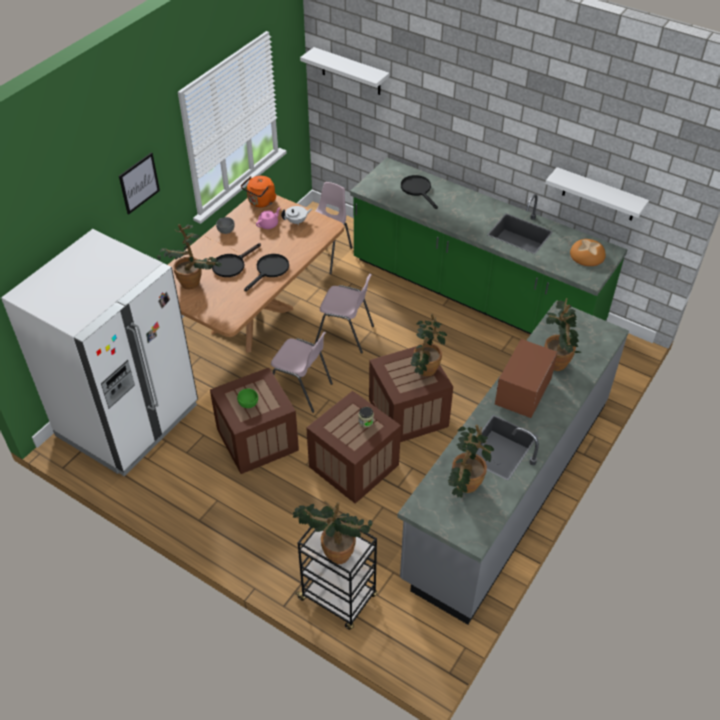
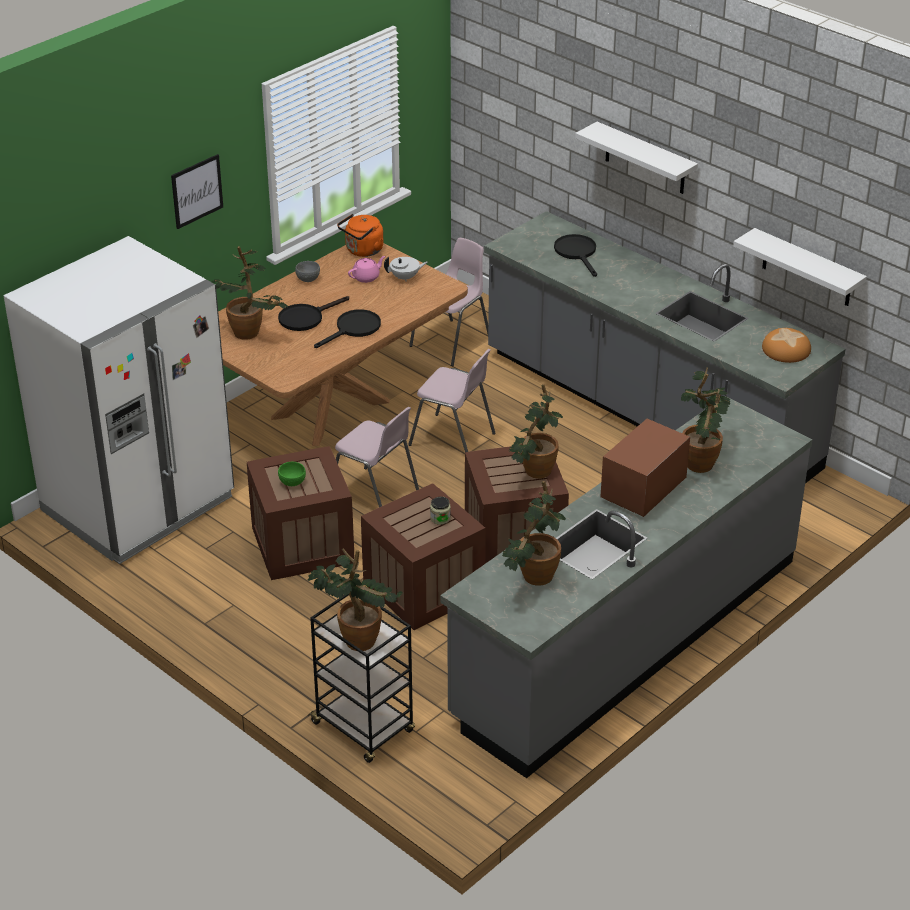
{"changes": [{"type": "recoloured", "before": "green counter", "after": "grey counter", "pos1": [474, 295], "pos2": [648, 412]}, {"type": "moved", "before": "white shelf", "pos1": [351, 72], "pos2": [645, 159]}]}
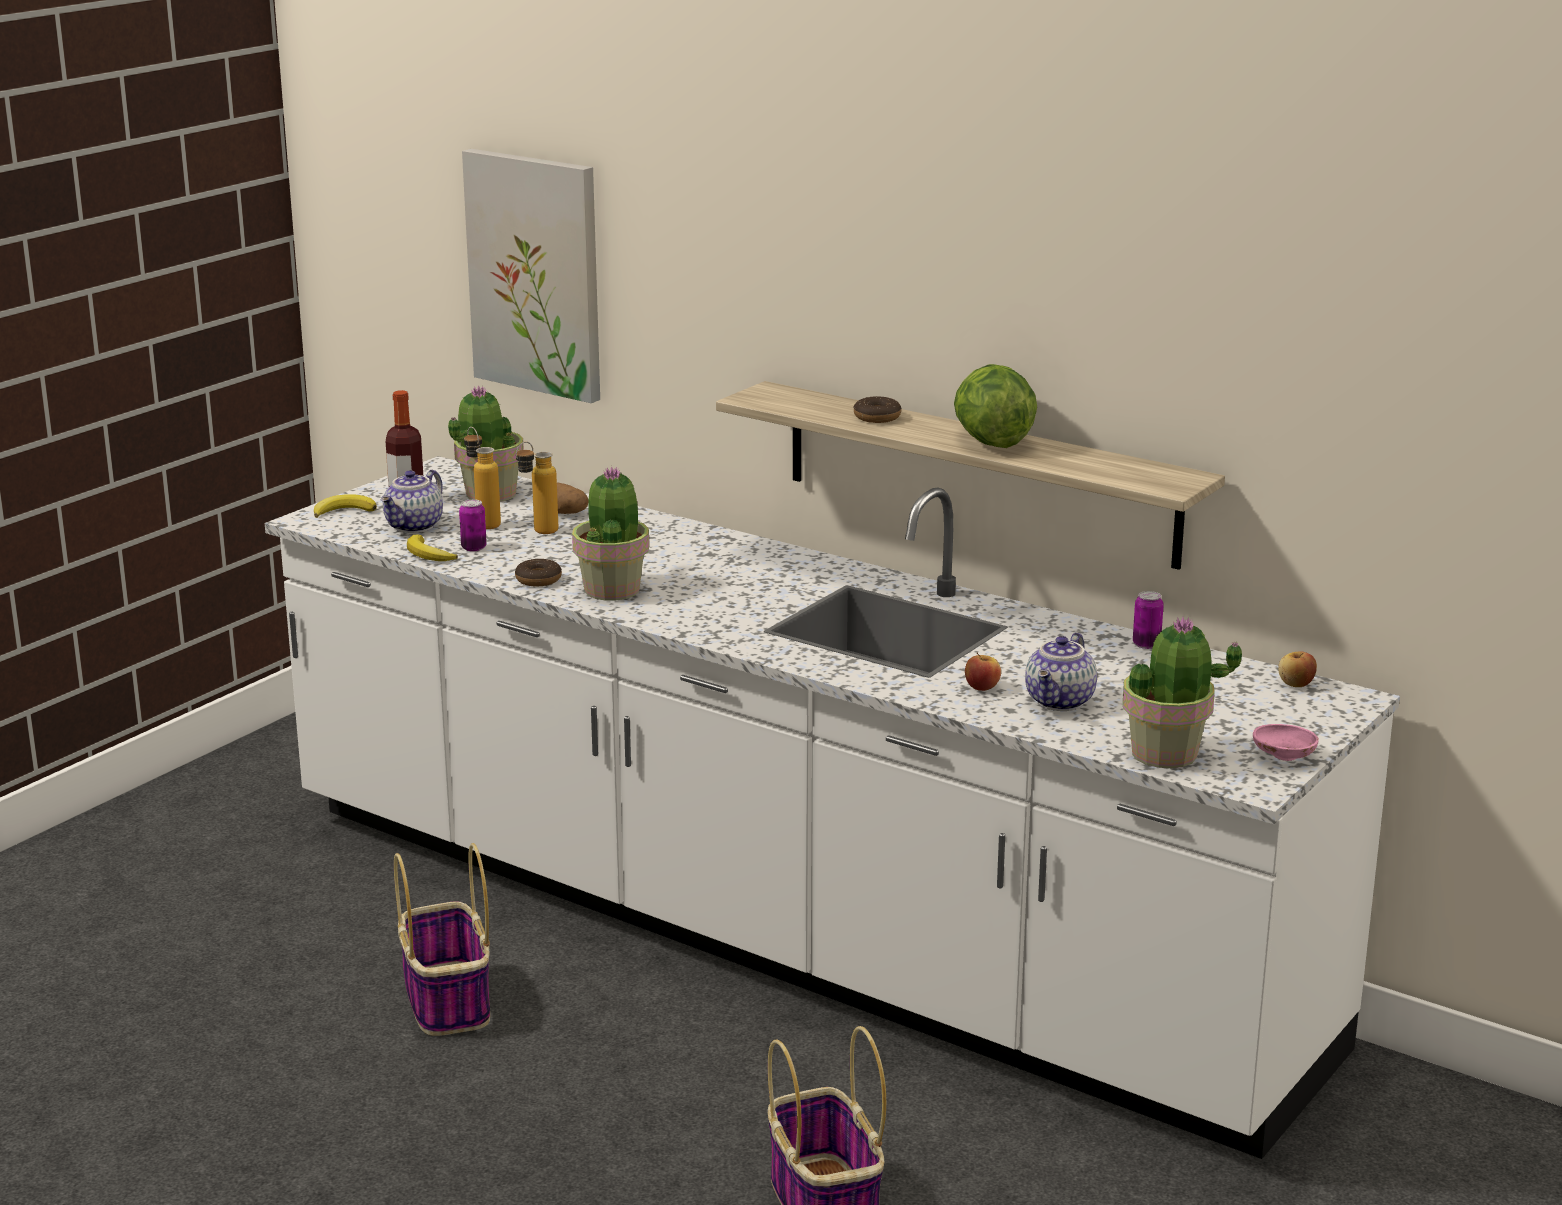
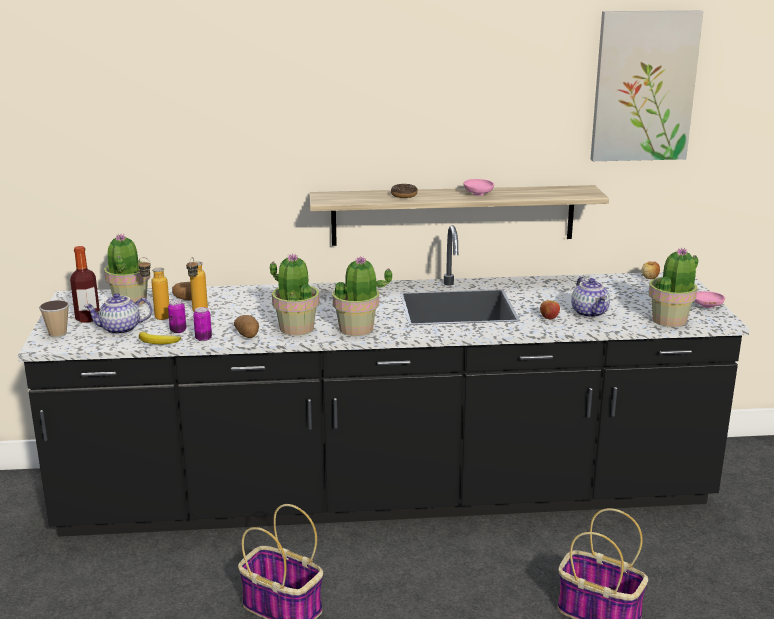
{"changes": [{"type": "recoloured", "before": "white counter", "after": "black counter", "pos1": [780, 929], "pos2": [387, 494]}, {"type": "replaced", "before": "banana", "after": "cup", "pos1": [344, 511], "pos2": [57, 334]}, {"type": "turned", "before": "teapot", "pos1": [415, 526], "pos2": [120, 330], "turn": 90}, {"type": "moved", "before": "can", "pos1": [1146, 644], "pos2": [203, 338]}, {"type": "replaced", "before": "donut", "after": "potato", "pos1": [538, 580], "pos2": [248, 335]}, {"type": "added", "after": "potted plant", "pos2": [357, 329]}, {"type": "replaced", "before": "lettuce", "after": "pink bowl", "pos1": [991, 442], "pos2": [478, 194]}, {"type": "moved", "before": "picture", "pos1": [536, 274], "pos2": [643, 86]}]}
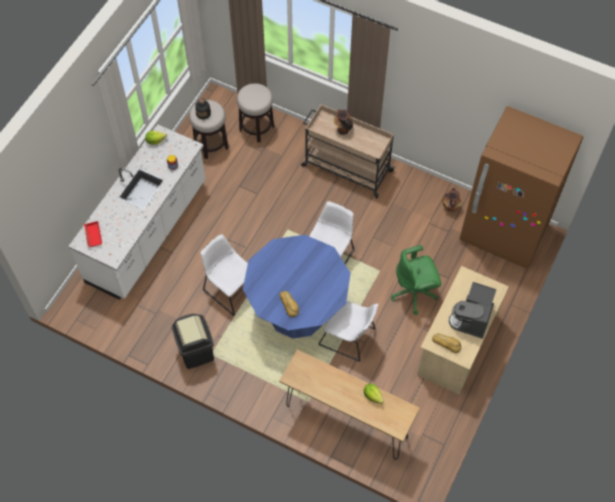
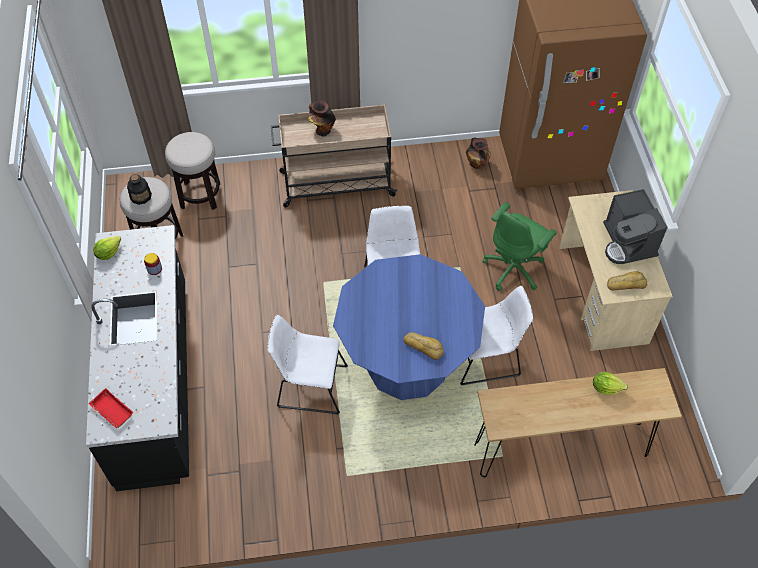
{"changes": [{"type": "recoloured", "before": "white counter", "after": "black counter", "pos1": [148, 232], "pos2": [156, 381]}, {"type": "removed", "before": "black trash can", "pos1": [195, 351]}]}
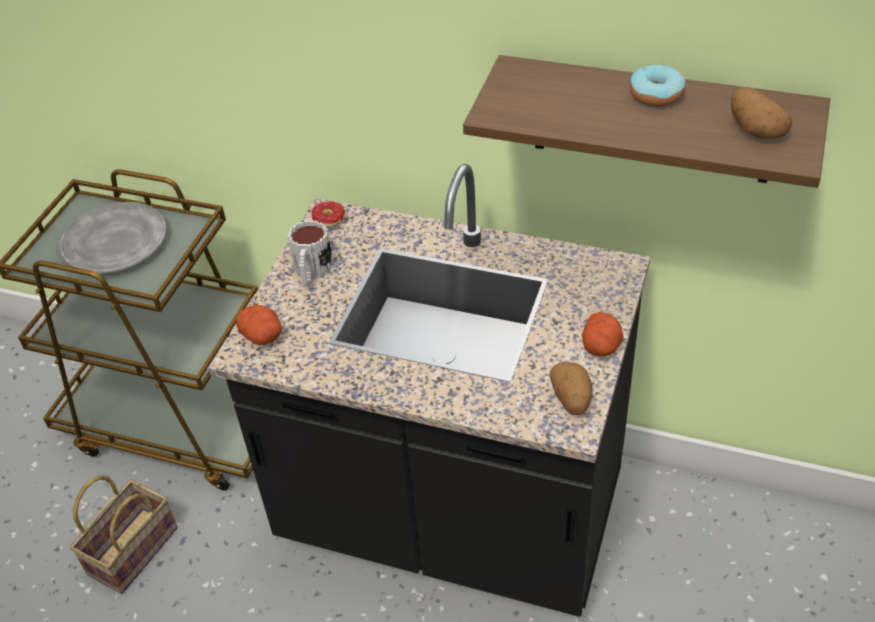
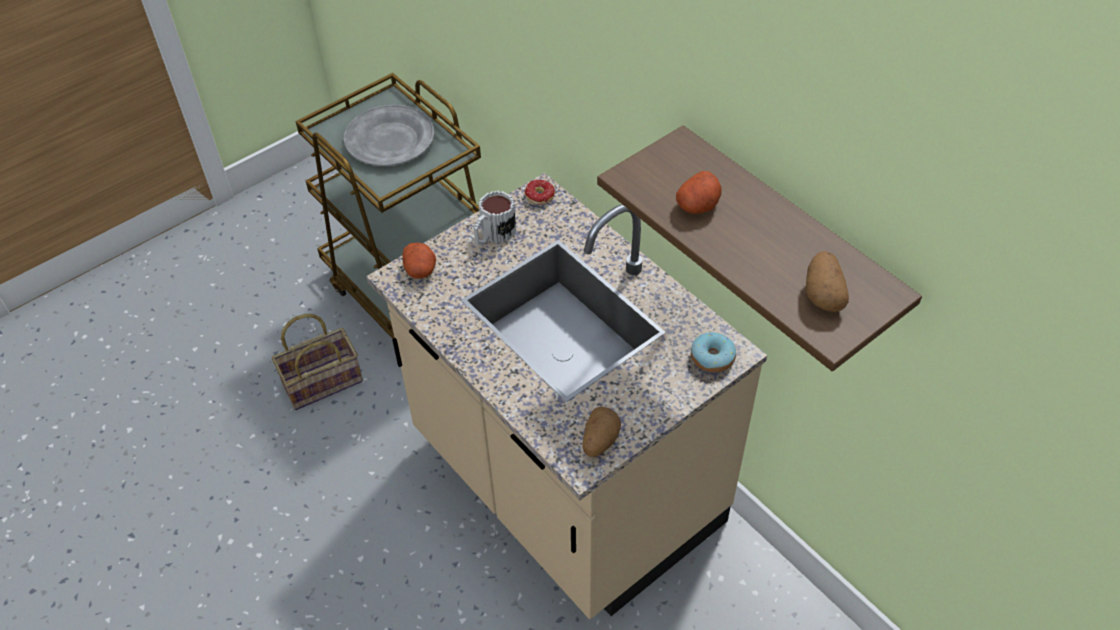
{"changes": [{"type": "recoloured", "before": "black counter", "after": "beige counter", "pos1": [452, 514], "pos2": [564, 483]}, {"type": "moved", "before": "potato", "pos1": [601, 346], "pos2": [698, 205]}, {"type": "moved", "before": "donut", "pos1": [656, 95], "pos2": [712, 358]}]}
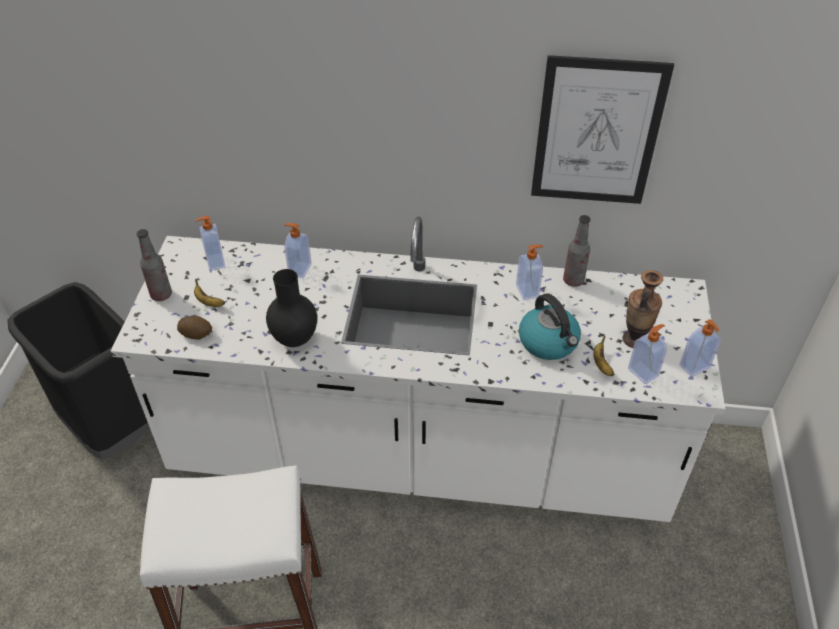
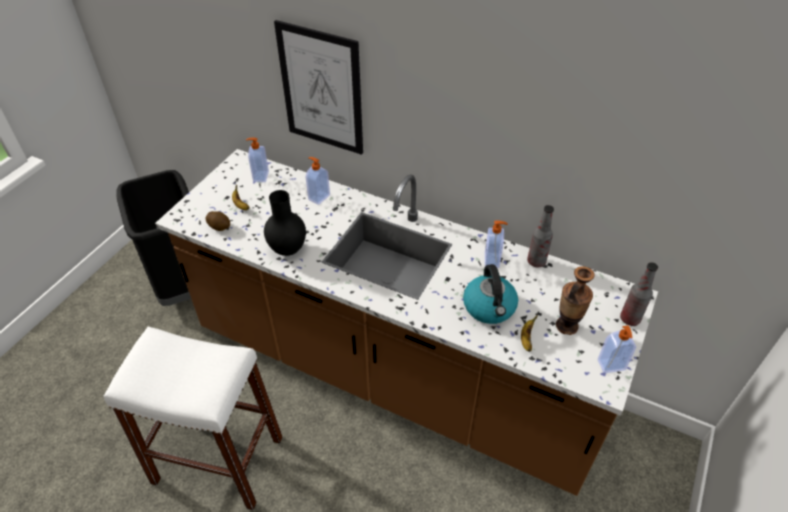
{"changes": [{"type": "recoloured", "before": "white counter", "after": "brown counter", "pos1": [419, 456], "pos2": [394, 374]}, {"type": "moved", "before": "picture", "pos1": [597, 133], "pos2": [321, 89]}, {"type": "moved", "before": "bottle", "pos1": [161, 295], "pos2": [630, 319]}, {"type": "removed", "before": "soap dispenser", "pos1": [643, 372]}]}
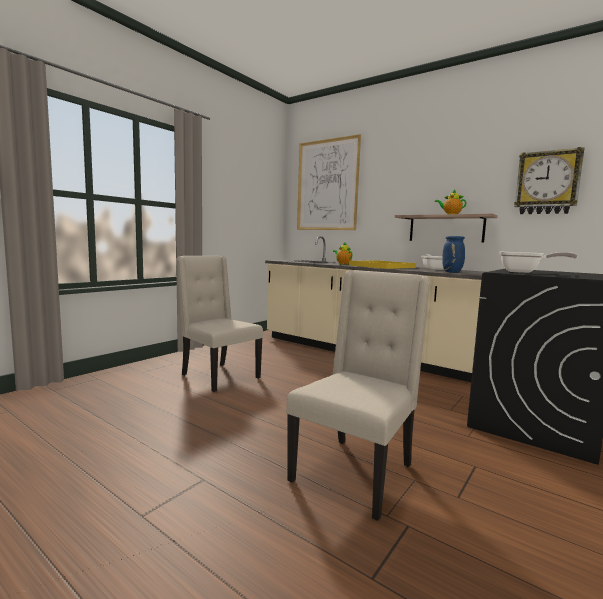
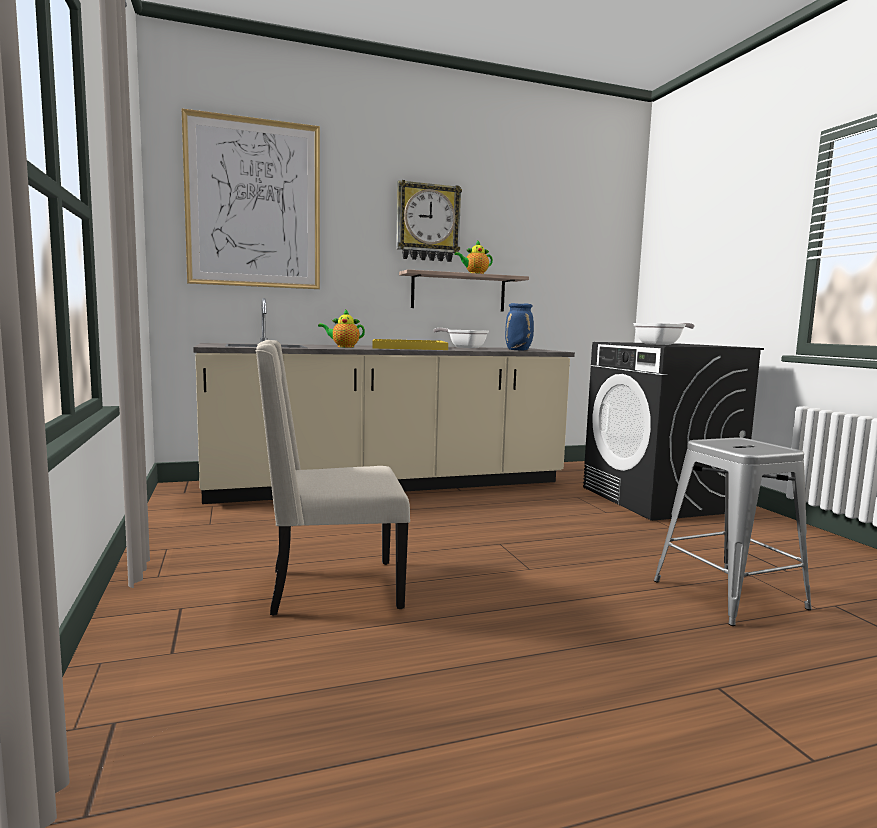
{"changes": [{"type": "moved", "before": "wall clock", "pos1": [547, 183], "pos2": [427, 223]}, {"type": "replaced", "before": "beige chair", "after": "grey stool", "pos1": [355, 472], "pos2": [729, 595]}]}
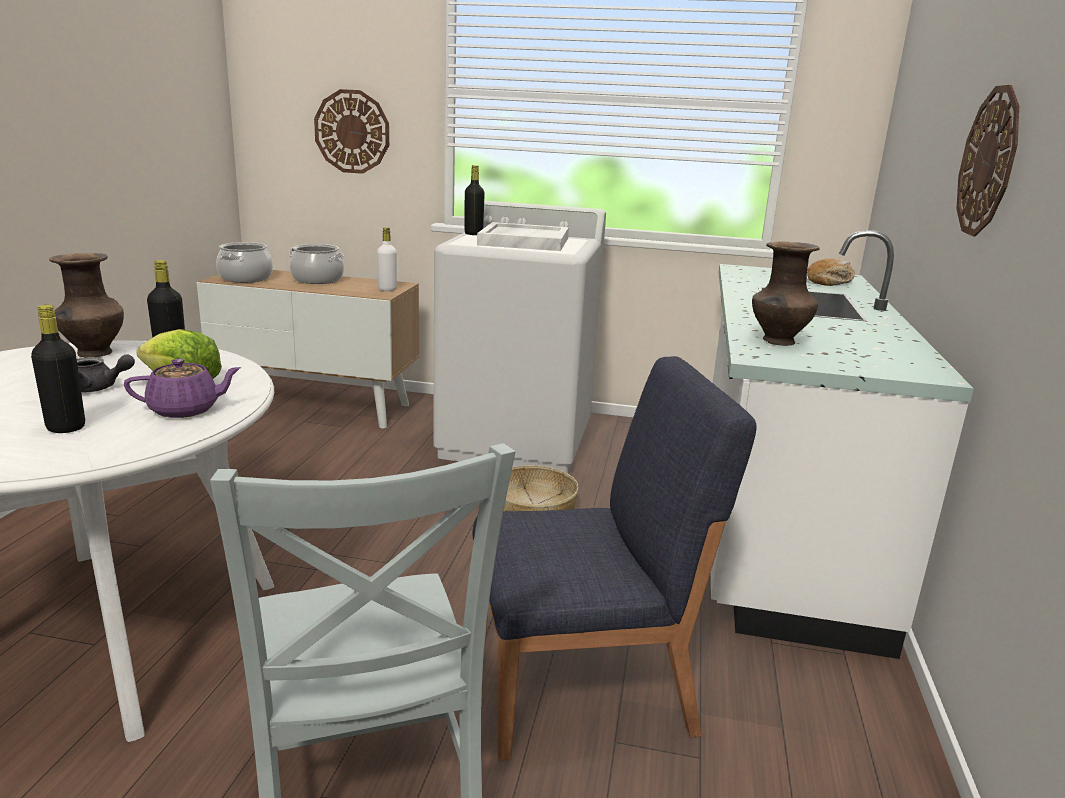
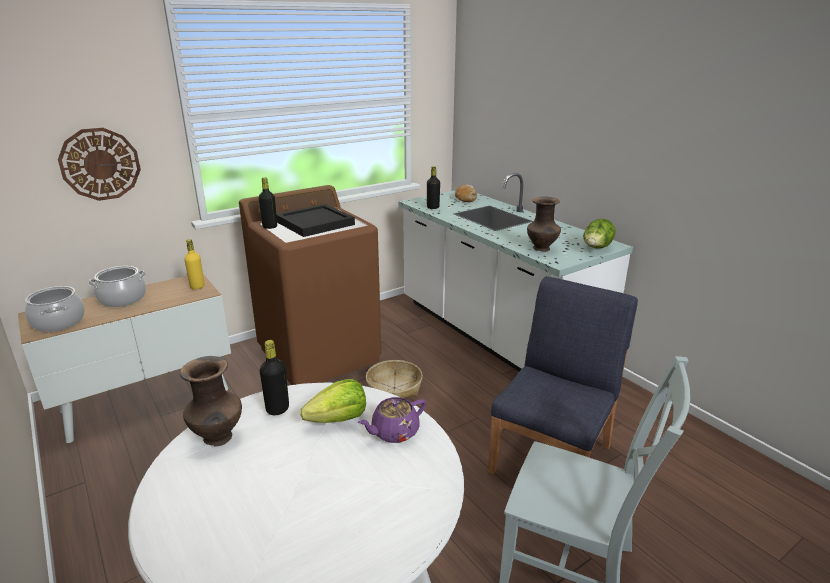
{"changes": [{"type": "recoloured", "before": "white bottle", "after": "yellow bottle", "pos1": [387, 289], "pos2": [197, 287]}, {"type": "recoloured", "before": "white washing machine", "after": "brown washing machine", "pos1": [517, 440], "pos2": [320, 354]}, {"type": "recoloured", "before": "white tray", "after": "black tray", "pos1": [523, 241], "pos2": [314, 223]}, {"type": "turned", "before": "purple teapot", "pos1": [186, 410], "pos2": [394, 432], "turn": -150}, {"type": "moved", "before": "black bottle", "pos1": [66, 427], "pos2": [433, 207]}, {"type": "added", "after": "lettuce", "pos2": [596, 249]}, {"type": "removed", "before": "grey teapot", "pos1": [97, 388]}, {"type": "removed", "before": "wall clock", "pos1": [989, 162]}]}
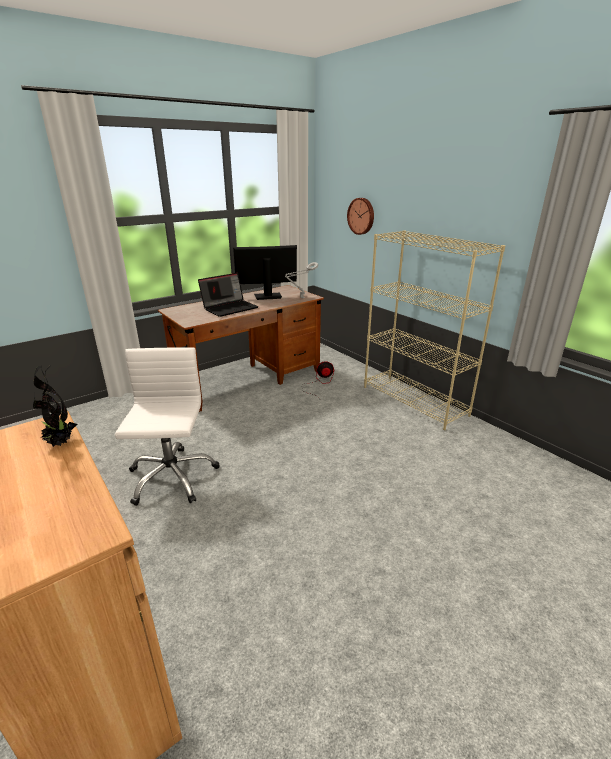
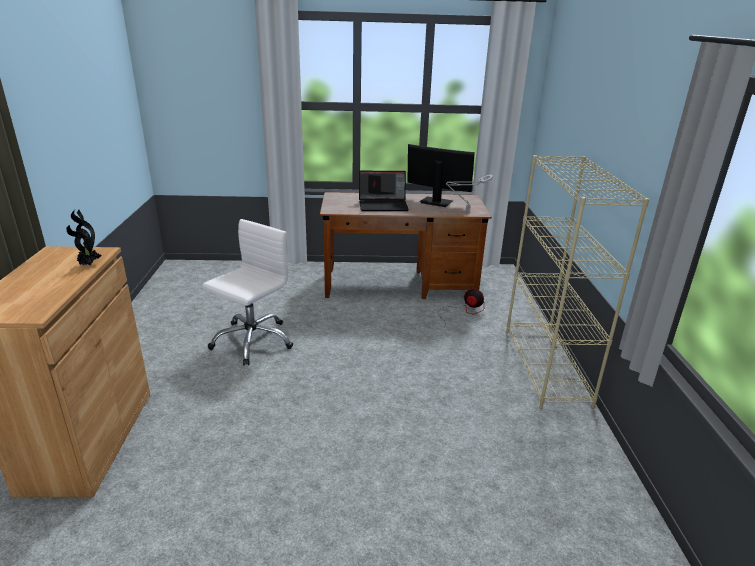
{"changes": [{"type": "removed", "before": "wall clock", "pos1": [361, 216]}]}
